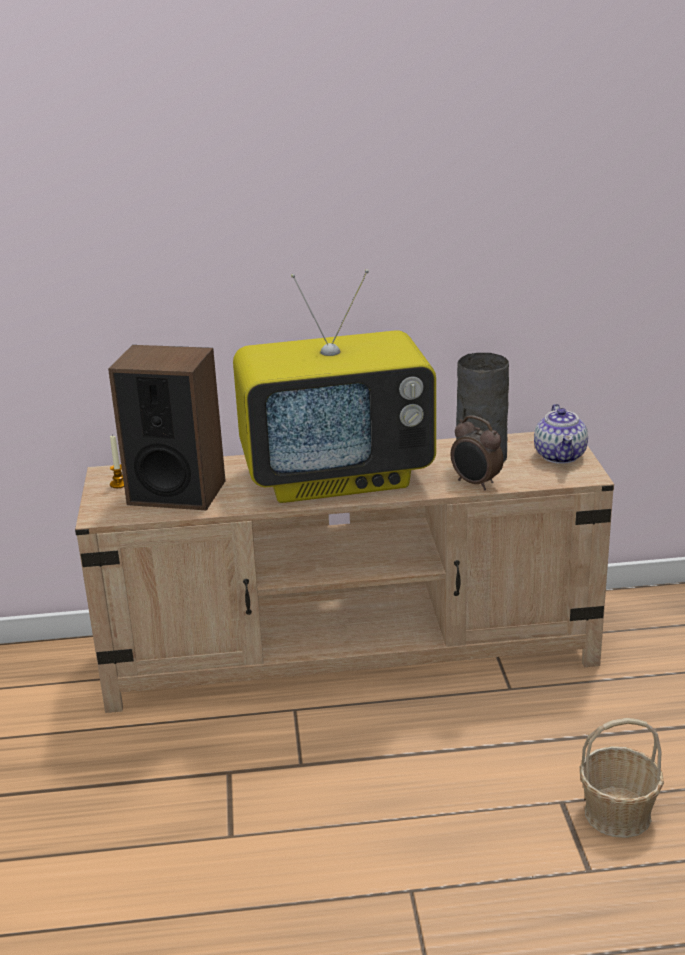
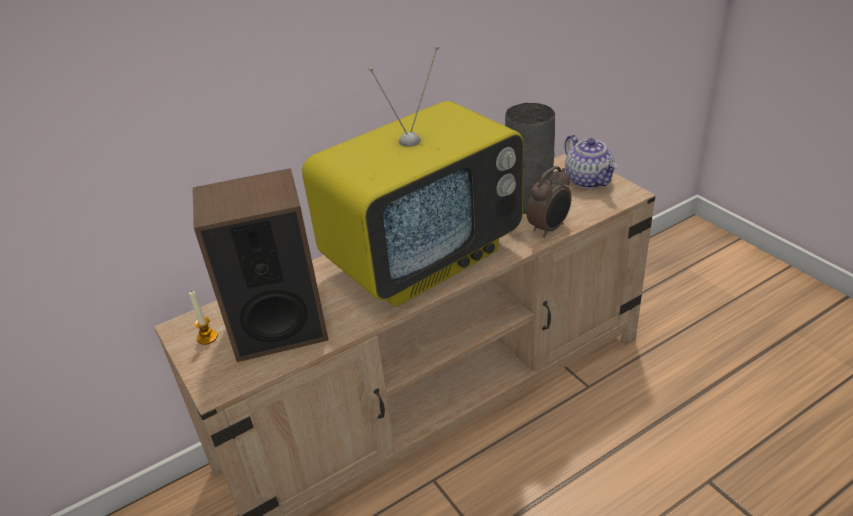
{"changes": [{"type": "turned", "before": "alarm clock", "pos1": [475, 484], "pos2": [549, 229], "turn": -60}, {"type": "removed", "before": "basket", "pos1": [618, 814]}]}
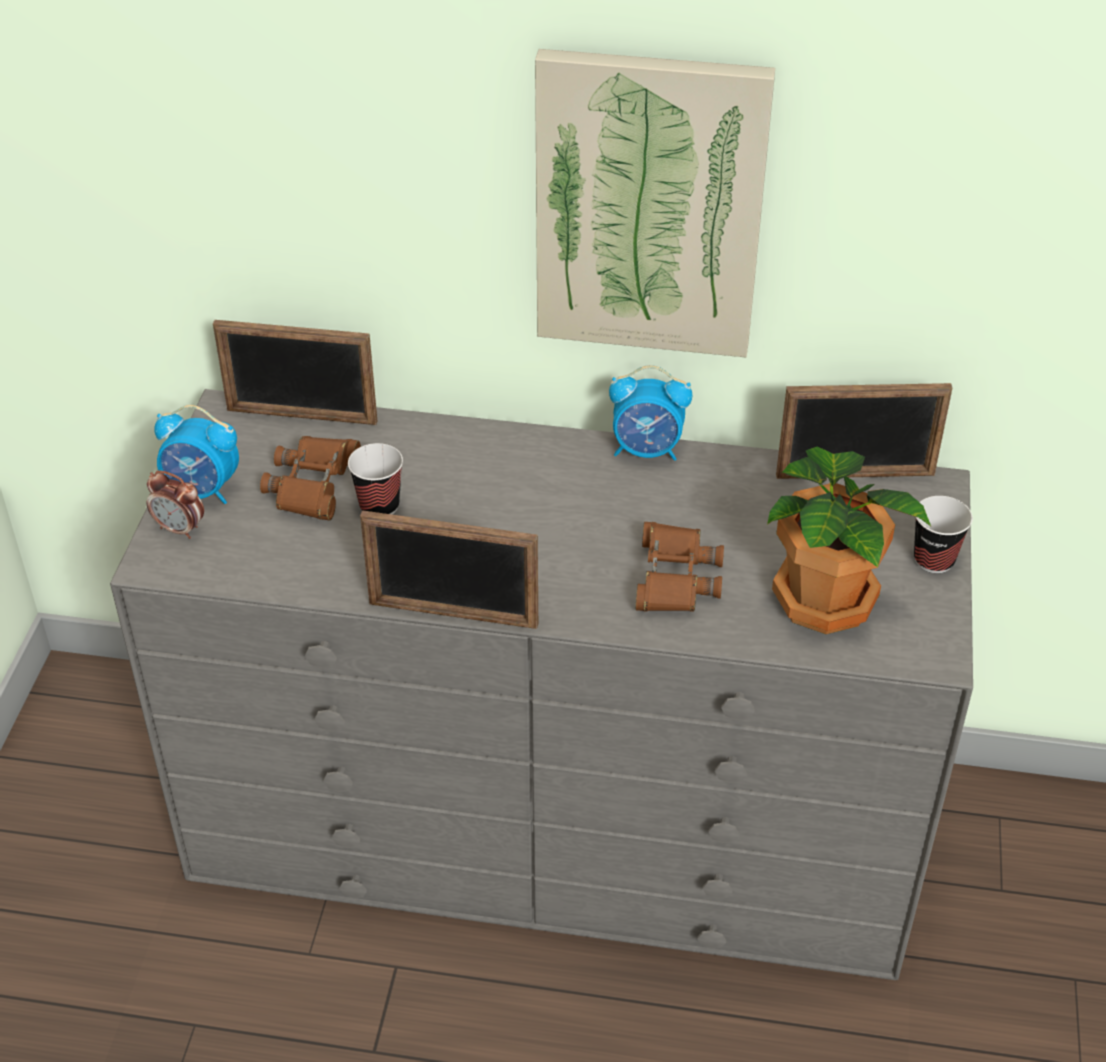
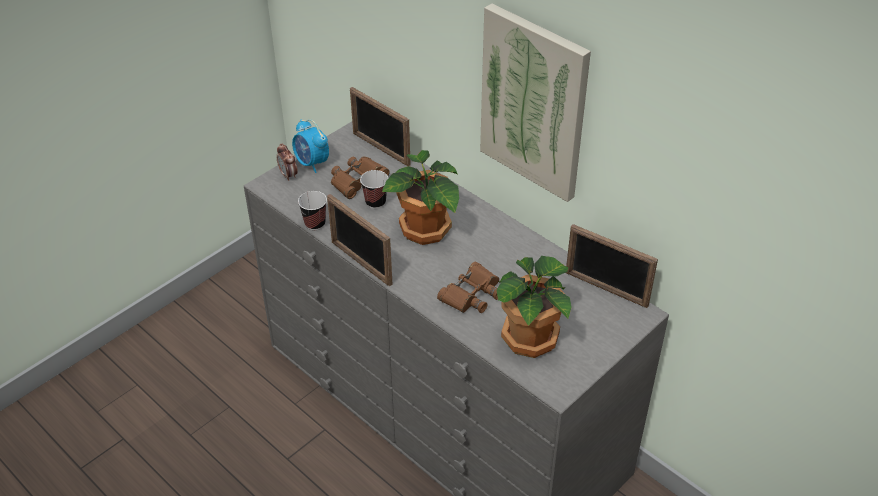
{"changes": [{"type": "moved", "before": "cup", "pos1": [934, 560], "pos2": [315, 223]}, {"type": "added", "after": "potted plant", "pos2": [425, 230]}, {"type": "removed", "before": "alarm clock", "pos1": [647, 450]}]}
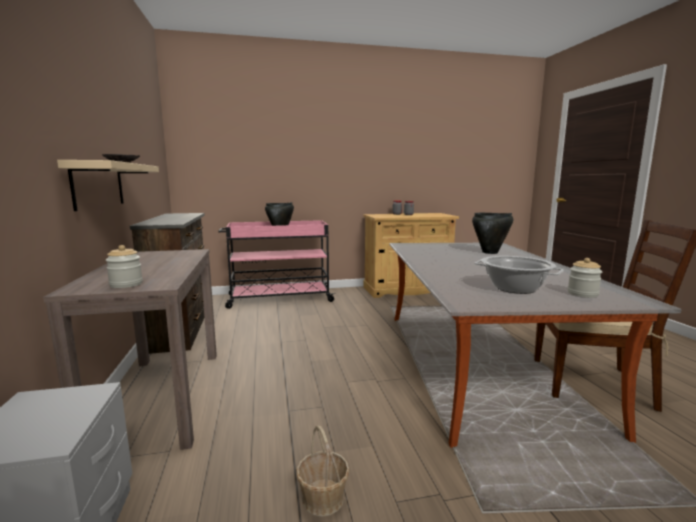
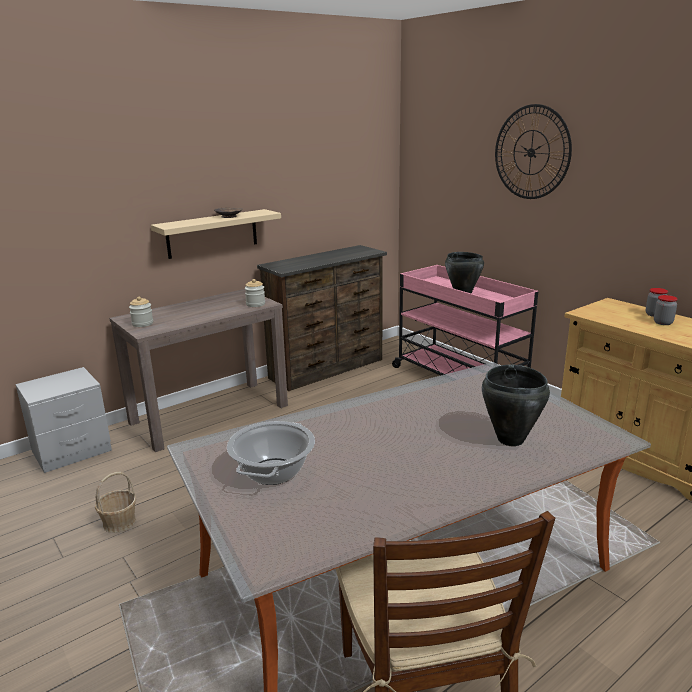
{"changes": [{"type": "moved", "before": "jar", "pos1": [582, 294], "pos2": [255, 304]}, {"type": "added", "after": "wall clock", "pos2": [531, 152]}]}
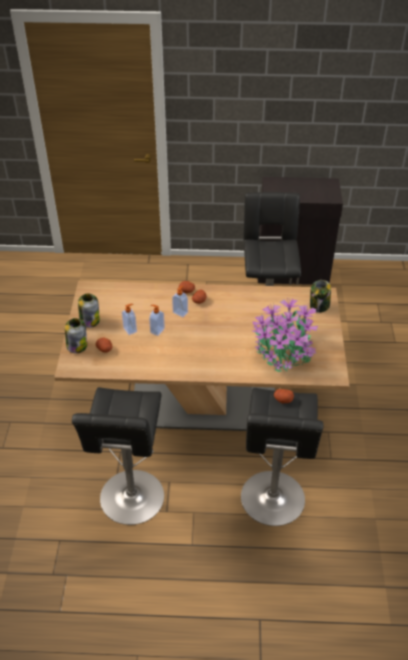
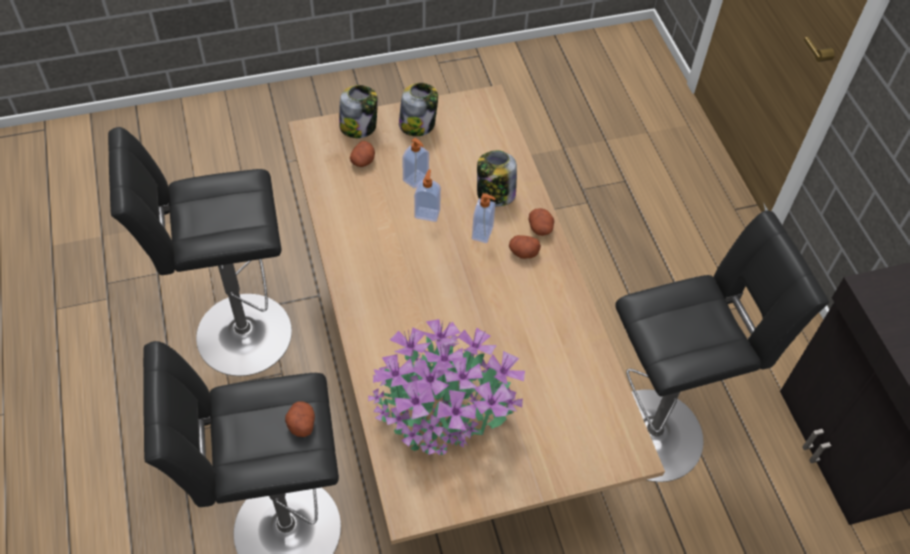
{"changes": [{"type": "moved", "before": "jar", "pos1": [319, 306], "pos2": [495, 194]}]}
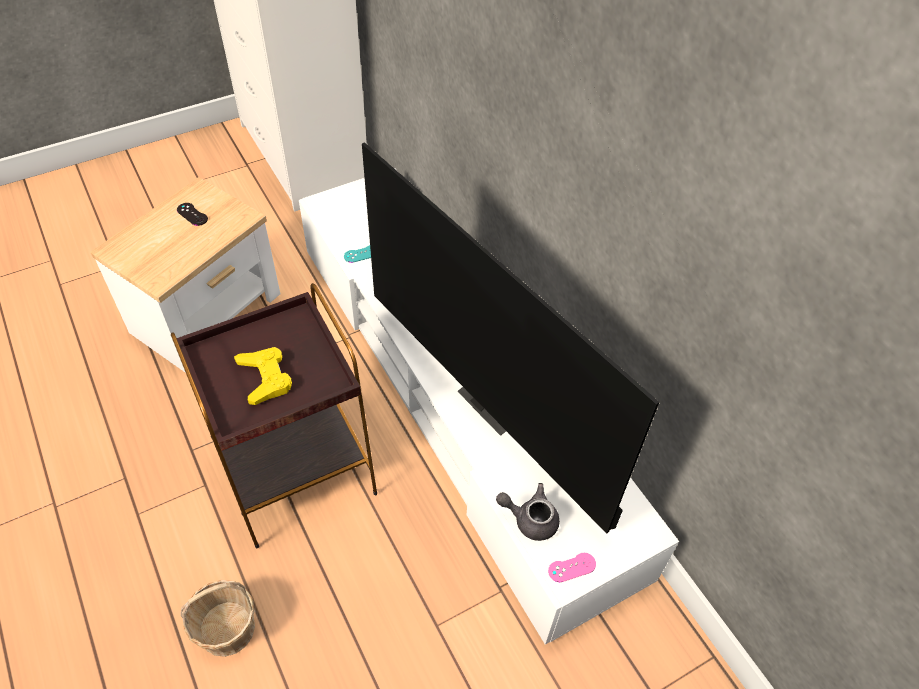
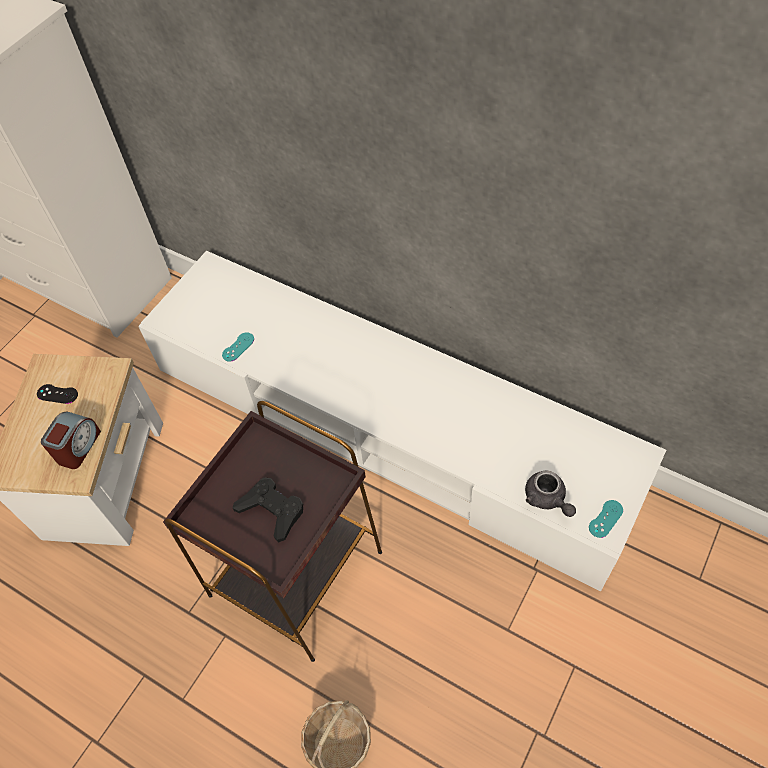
{"changes": [{"type": "added", "after": "alarm clock", "pos2": [78, 447]}, {"type": "recoloured", "before": "yellow game controller", "after": "black game controller", "pos1": [265, 378], "pos2": [272, 510]}, {"type": "turned", "before": "grey teapot", "pos1": [530, 519], "pos2": [547, 499], "turn": -105}, {"type": "recoloured", "before": "pink game controller", "after": "turquoise game controller", "pos1": [572, 567], "pos2": [605, 519]}, {"type": "removed", "before": "television", "pos1": [496, 402]}]}
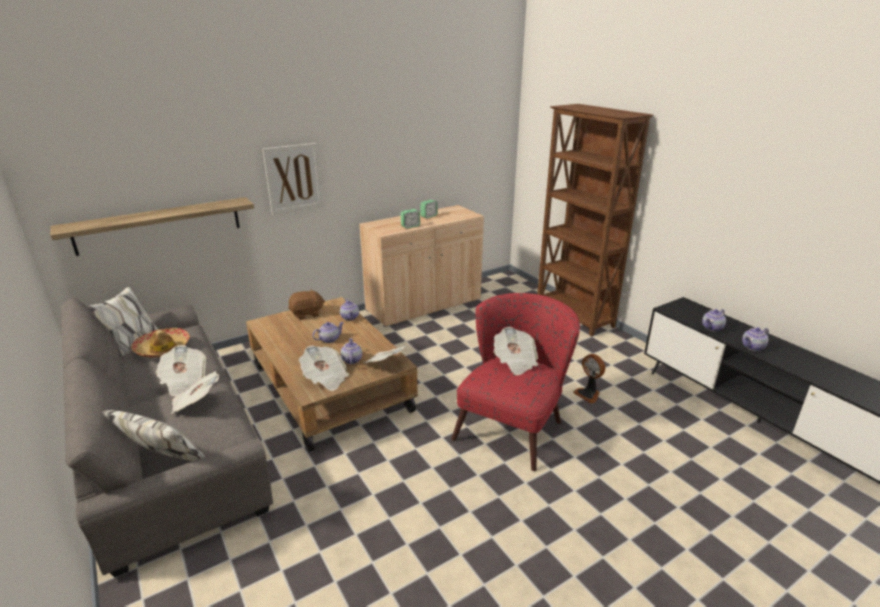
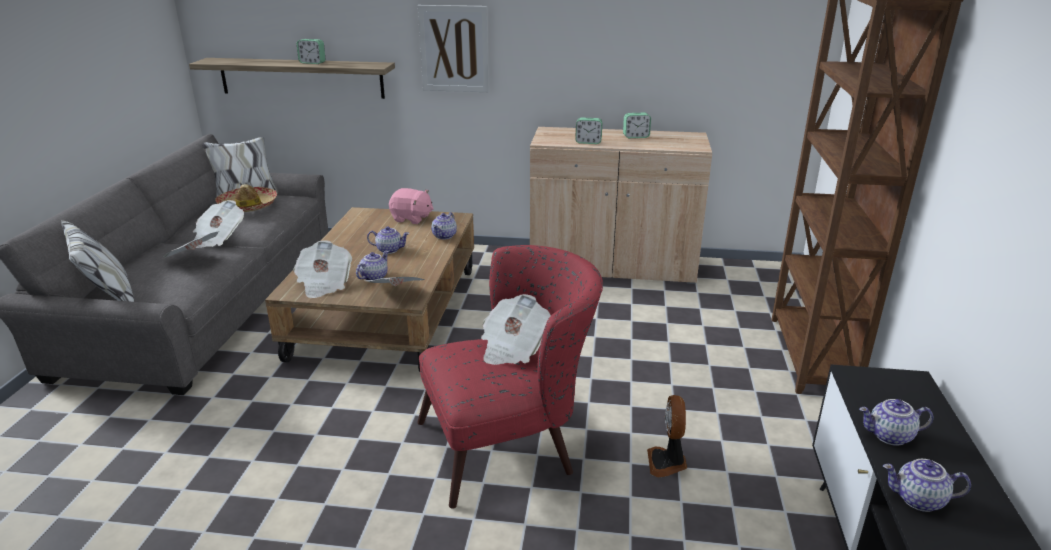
{"changes": [{"type": "added", "after": "alarm clock", "pos2": [312, 63]}, {"type": "recoloured", "before": "brown plush toy", "after": "pink plush toy", "pos1": [307, 314], "pos2": [411, 218]}]}
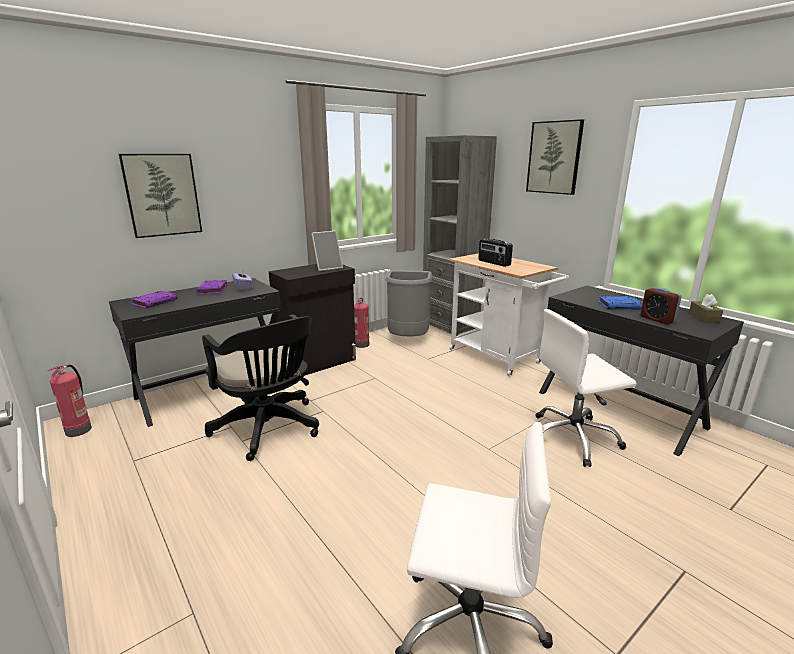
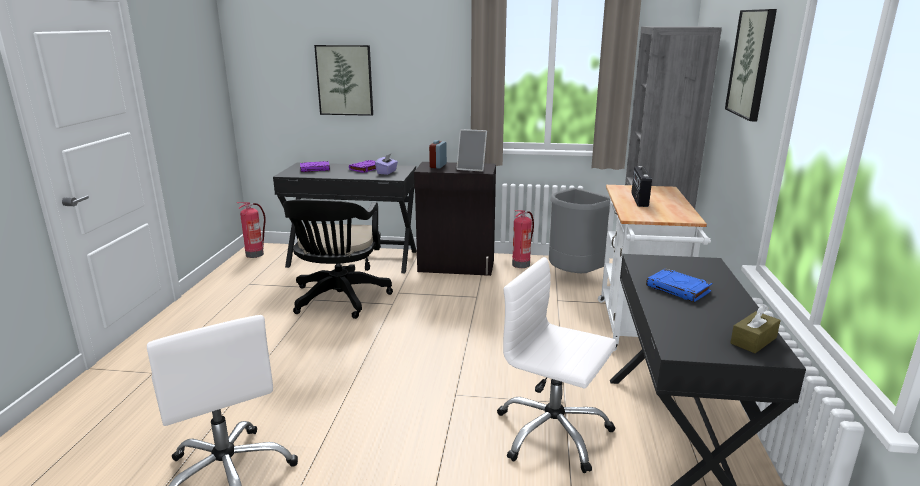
{"changes": [{"type": "moved", "before": "alarm clock", "pos1": [657, 319], "pos2": [438, 166]}]}
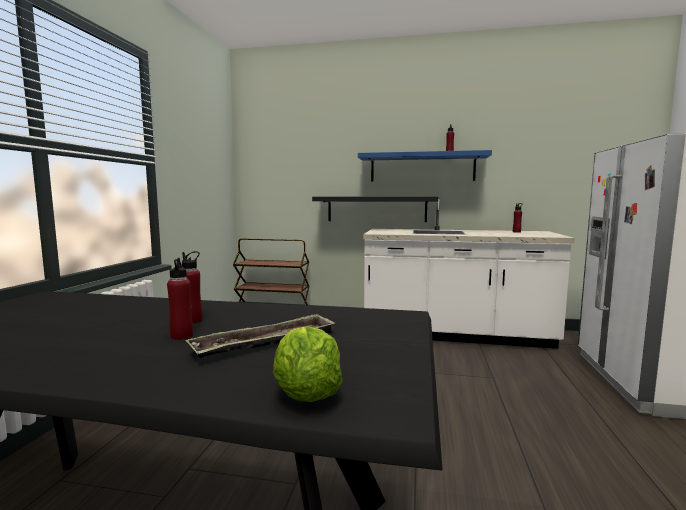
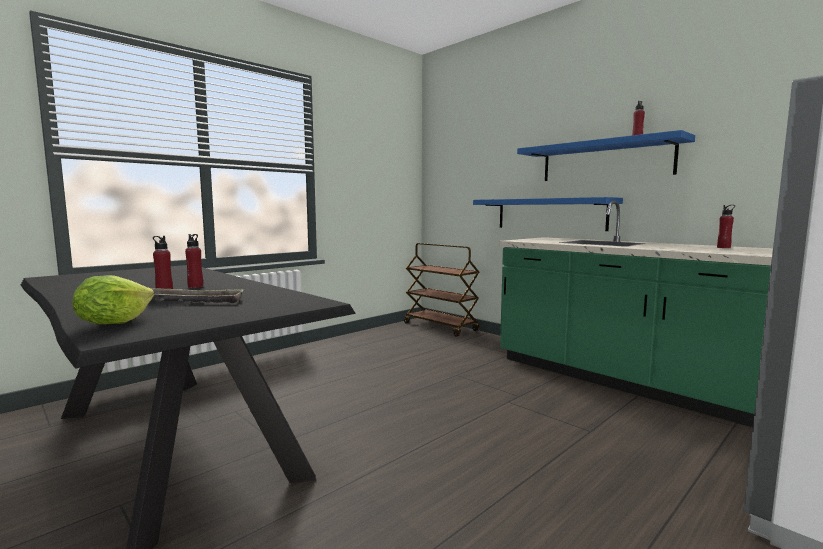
{"changes": [{"type": "recoloured", "before": "black shelf", "after": "blue shelf", "pos1": [376, 209], "pos2": [550, 214]}, {"type": "recoloured", "before": "white counter", "after": "green counter", "pos1": [455, 335], "pos2": [620, 380]}]}
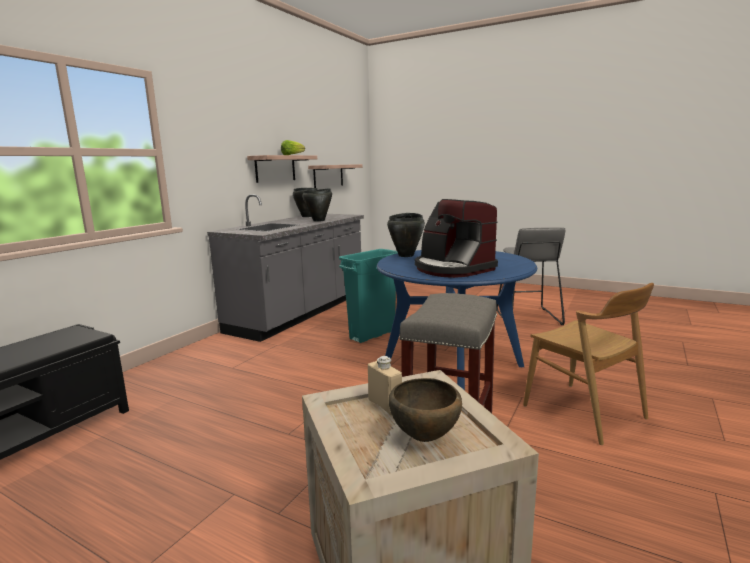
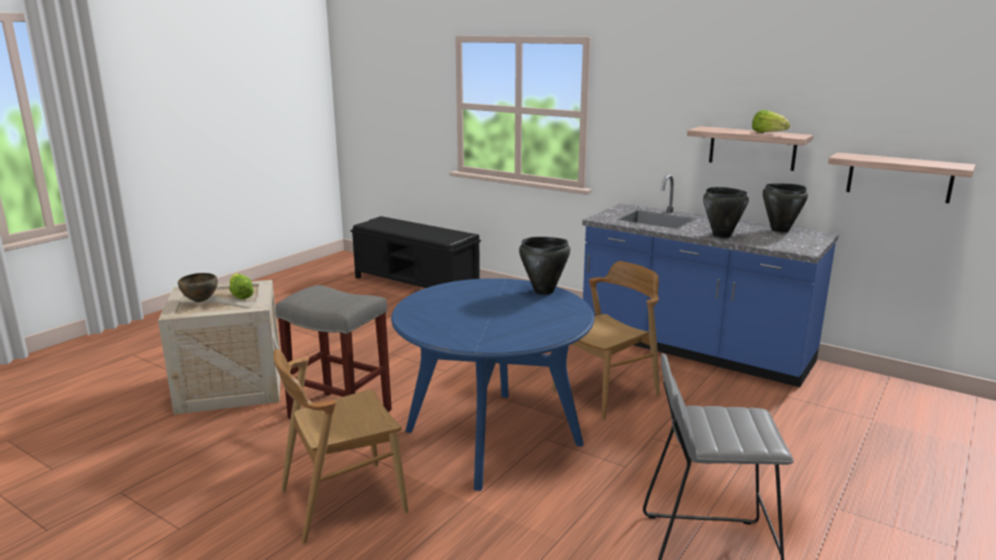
{"changes": [{"type": "replaced", "before": "beige bottle", "after": "lettuce", "pos1": [385, 405], "pos2": [240, 295]}, {"type": "replaced", "before": "turquoise trash can", "after": "brown chair", "pos1": [372, 335], "pos2": [606, 393]}, {"type": "recoloured", "before": "grey counter", "after": "blue counter", "pos1": [300, 313], "pos2": [694, 349]}, {"type": "removed", "before": "coffee machine", "pos1": [452, 269]}]}
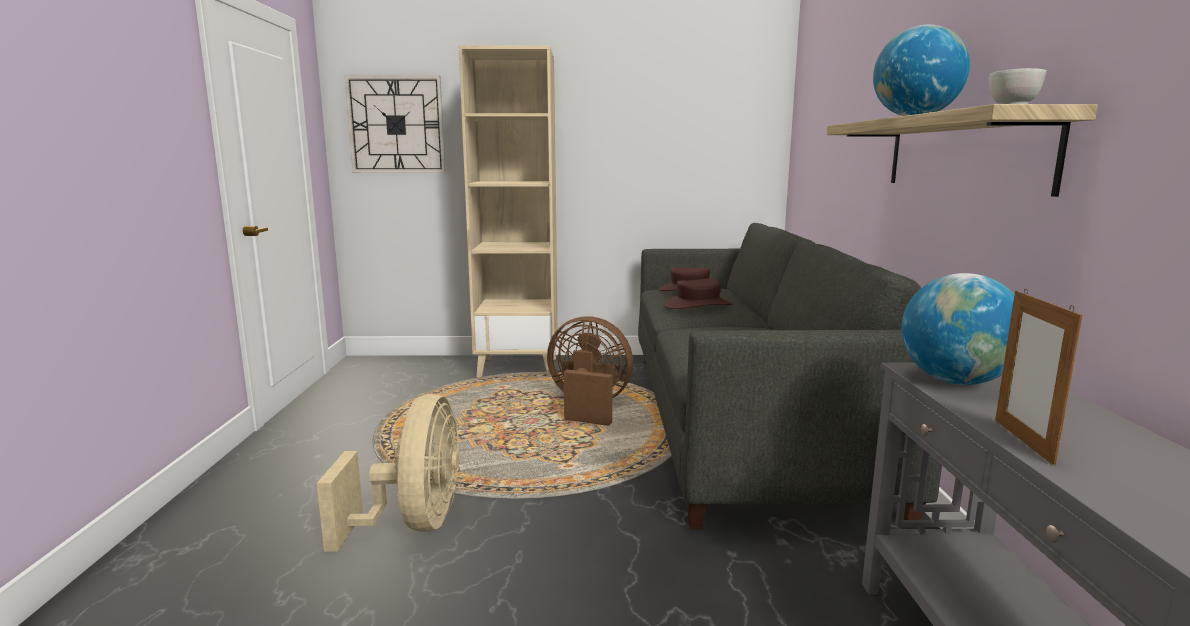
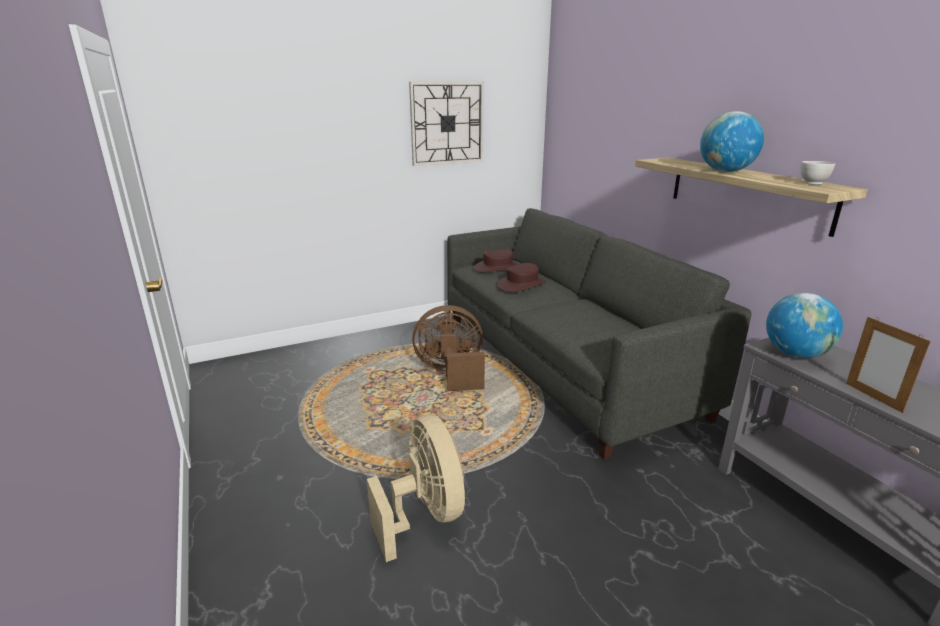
{"changes": [{"type": "moved", "before": "wall clock", "pos1": [396, 125], "pos2": [447, 123]}, {"type": "removed", "before": "beige bookcase", "pos1": [518, 367]}]}
